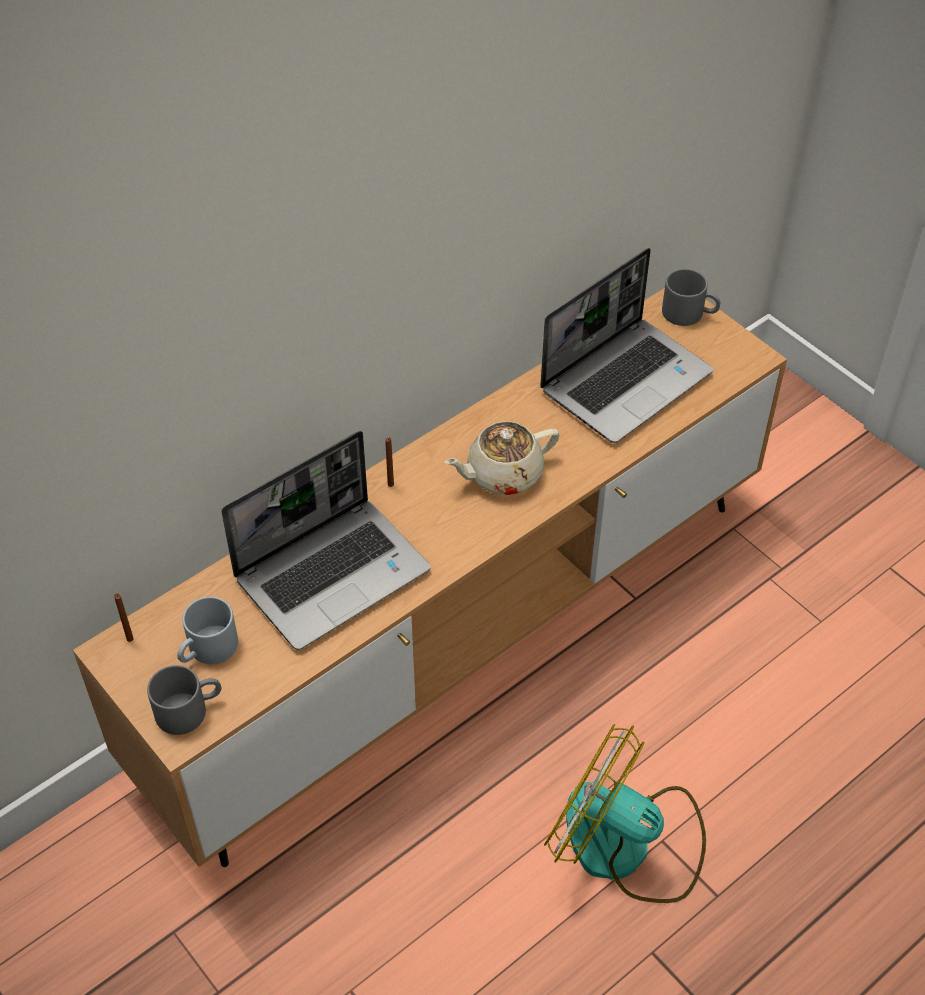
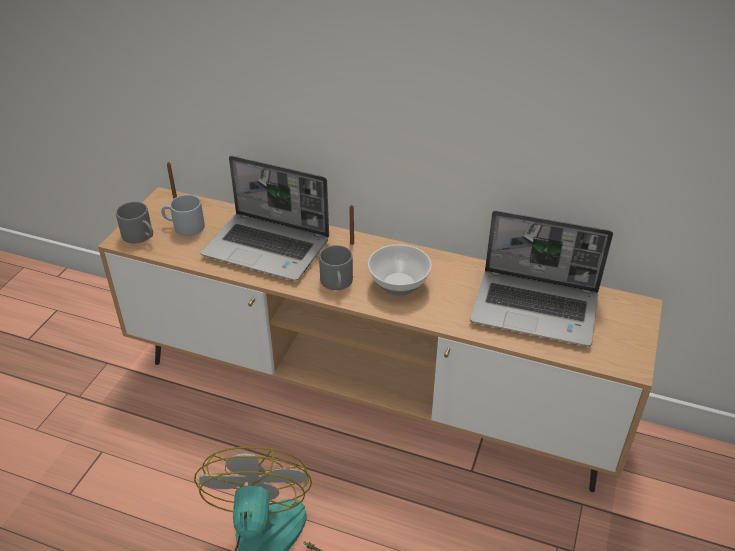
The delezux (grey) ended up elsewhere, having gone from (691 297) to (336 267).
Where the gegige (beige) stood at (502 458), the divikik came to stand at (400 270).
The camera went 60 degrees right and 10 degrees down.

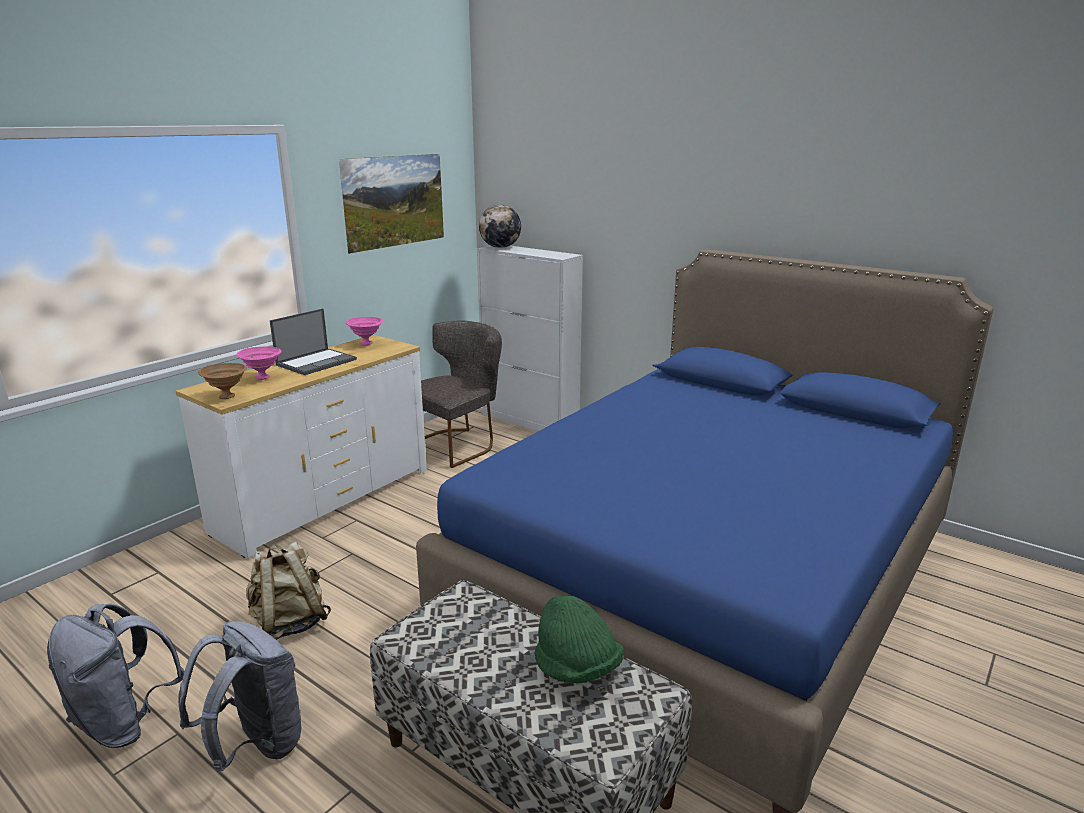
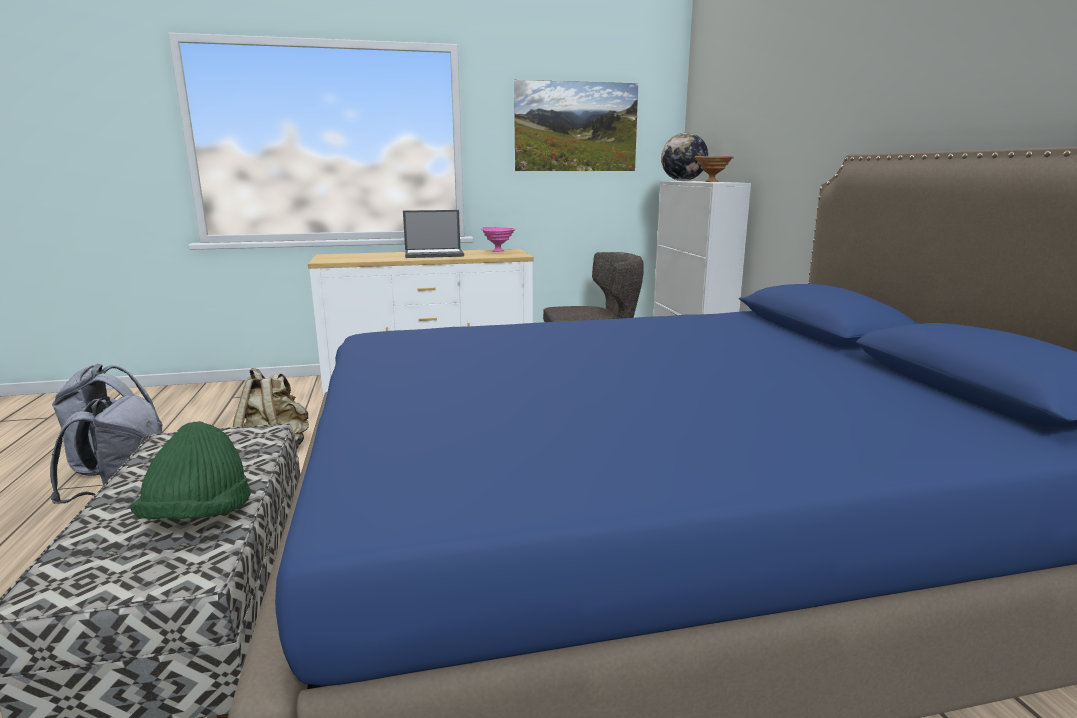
The second view lost the divikik (pink) at (259 363).
The divikik (brown) ended up elsewhere, having gone from (222 381) to (714 169).
The camera went 40 degrees right and 5 degrees down.

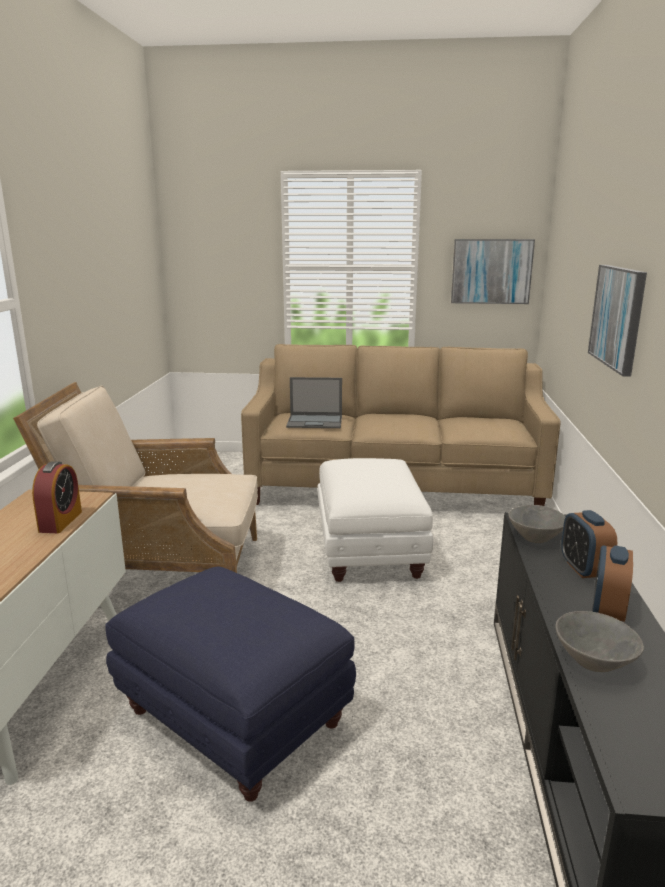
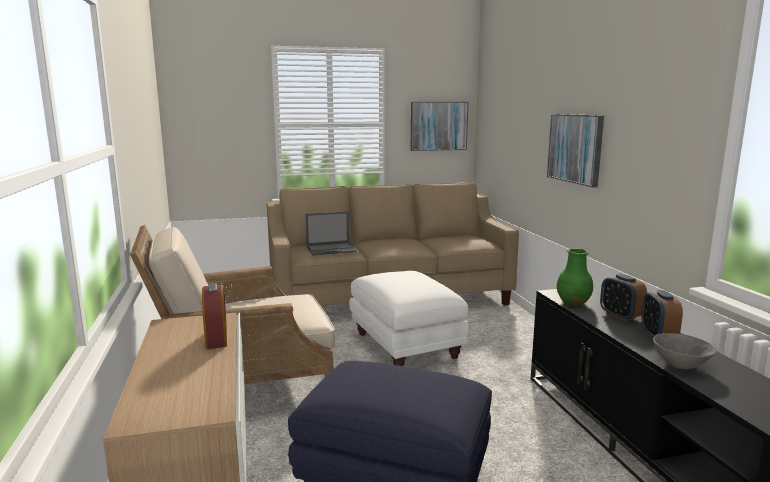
Where the divikik (grey) stood at (537 524), the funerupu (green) came to stand at (575 277).
The camera went 20 degrees left and 5 degrees down.

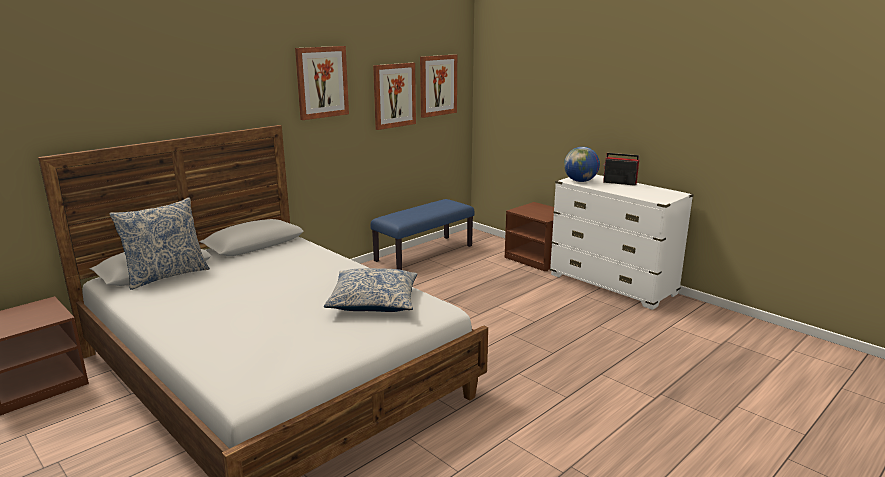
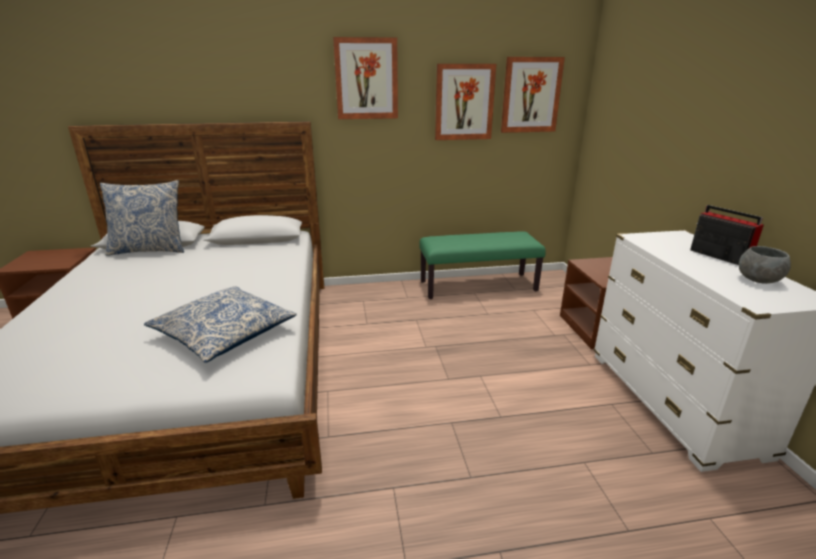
The second view lost the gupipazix at (582 164).
What was the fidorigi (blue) at (422 234) turned into the fidorigi (green) at (482 265).
The second view gained the divikik (grey) at (765 265).
The camera went 35 degrees right and 5 degrees up.

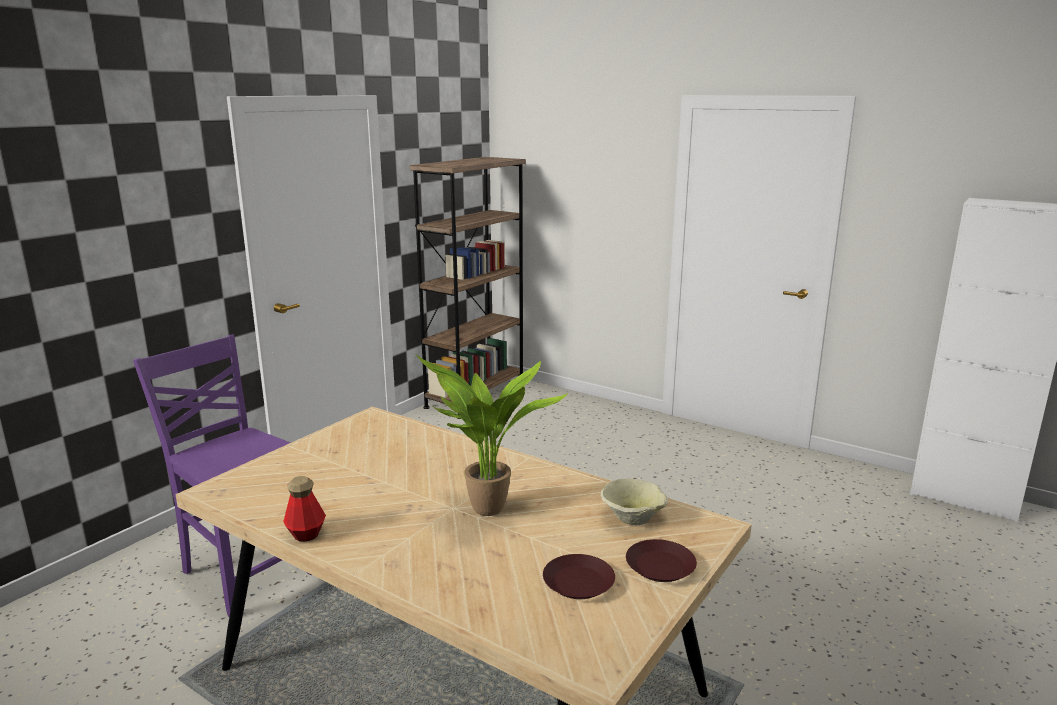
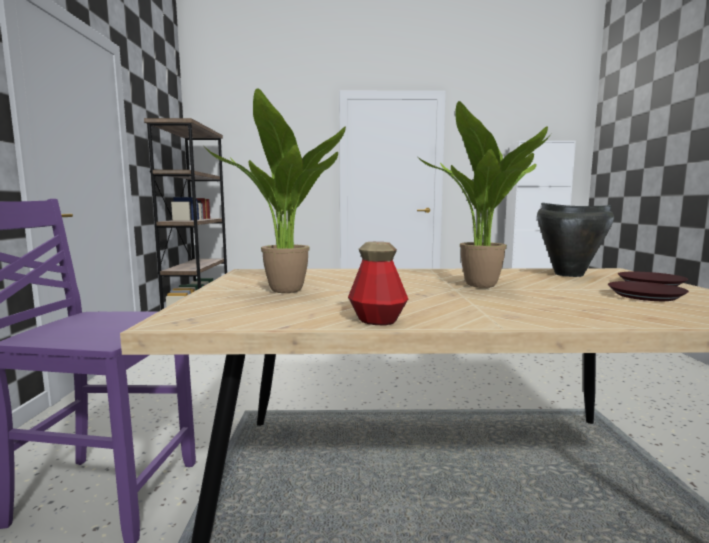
Where the divikik (beige) stood at (634 501), the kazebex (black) came to stand at (575 240).
The second view gained the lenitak at (275 190).
The camera went 35 degrees left and 10 degrees down.

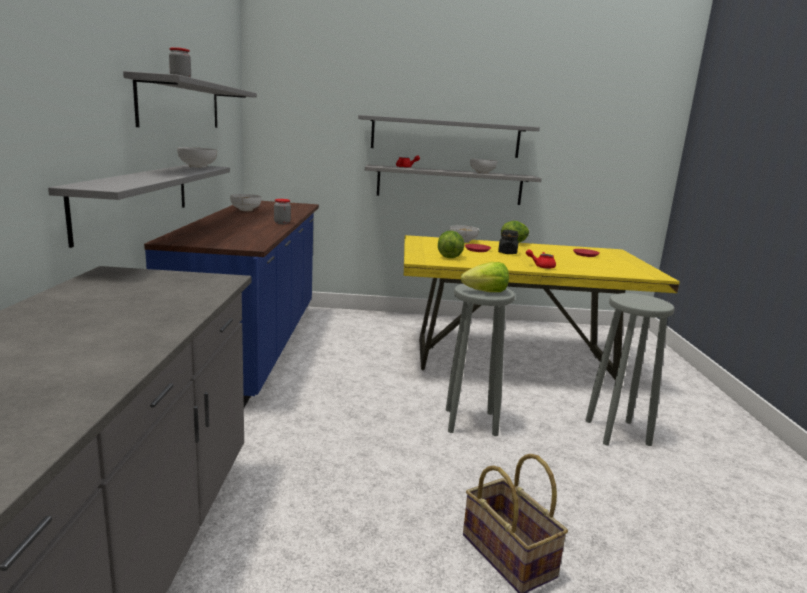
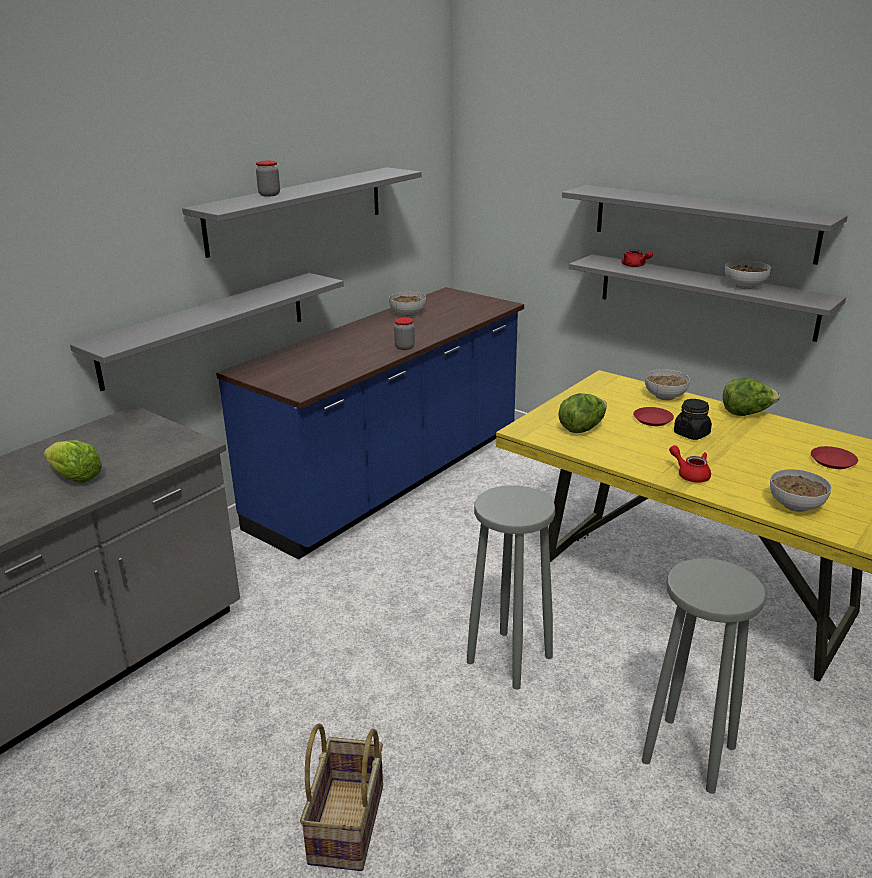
The divikik ended up elsewhere, having gone from (197 157) to (801 490).
The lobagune ended up elsewhere, having gone from (485 277) to (72 461).
The camera went 40 degrees right and 10 degrees up.

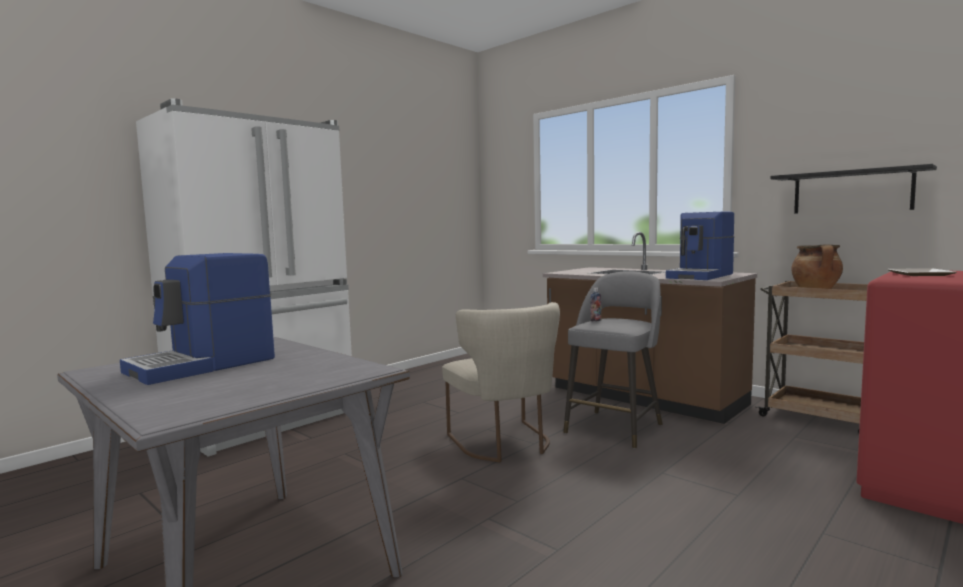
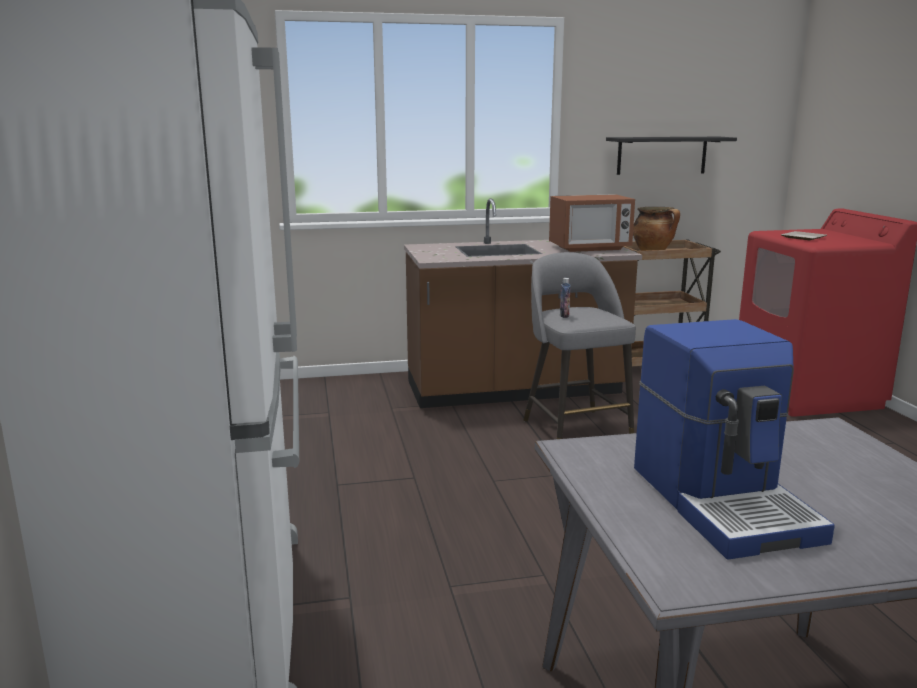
Where the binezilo stood at (700 246), the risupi came to stand at (592 223).
The second view lost the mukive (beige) at (501 382).
The camera went 55 degrees left and 10 degrees up.

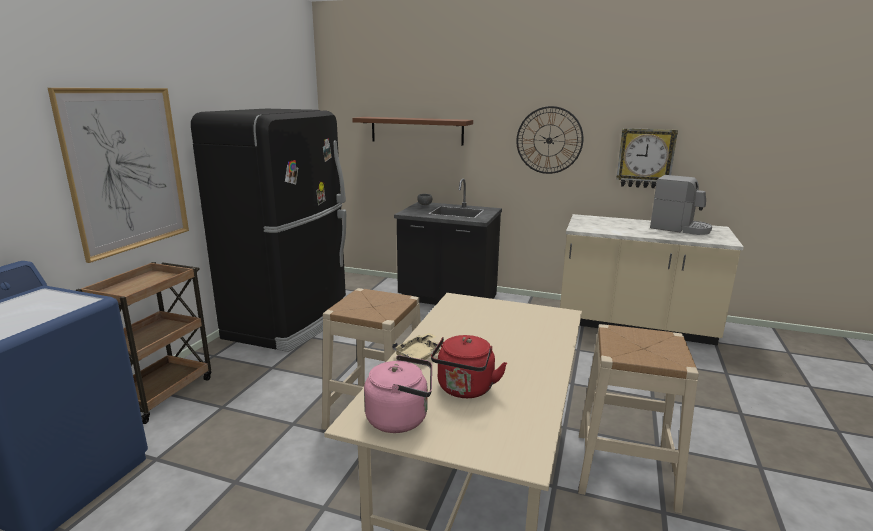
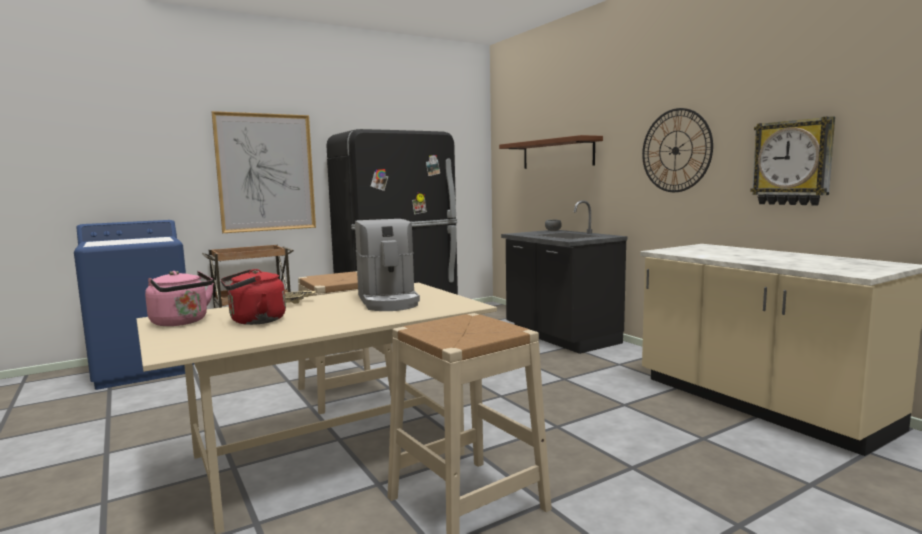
The binezilo ended up elsewhere, having gone from (681 205) to (387 265).
The camera went 40 degrees right and 10 degrees down.

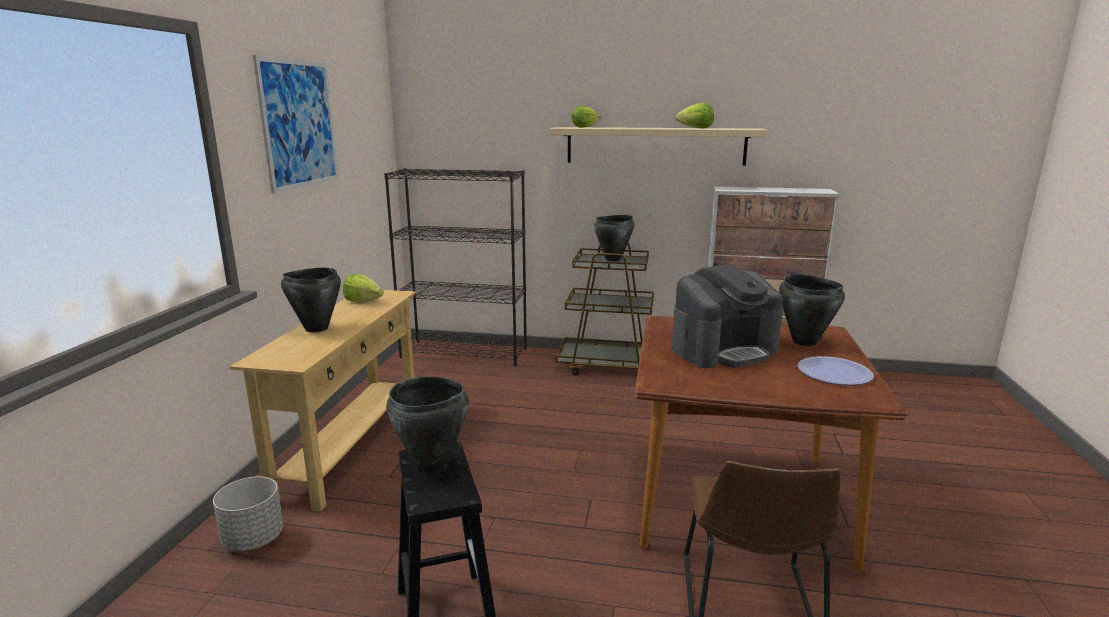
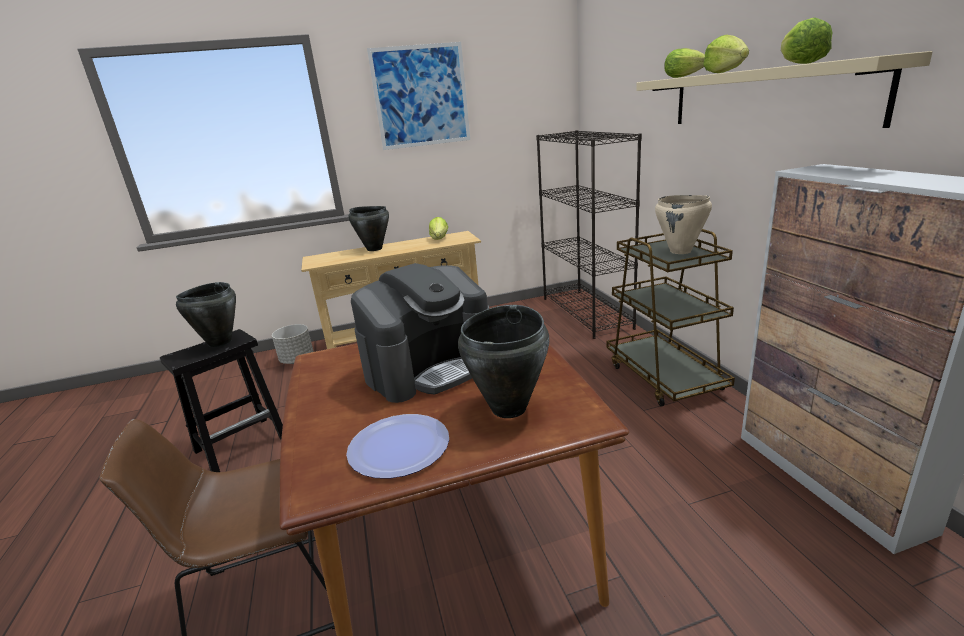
What was the kazebex (black) at (614 238) turned into the kazebex (beige) at (683 224).
The binezilo at (727 316) ended up facing another way, 75 degrees counterclockwise from before.
The second view gained the lobagune at (726 54).
The camera went 65 degrees right and 5 degrees up.

